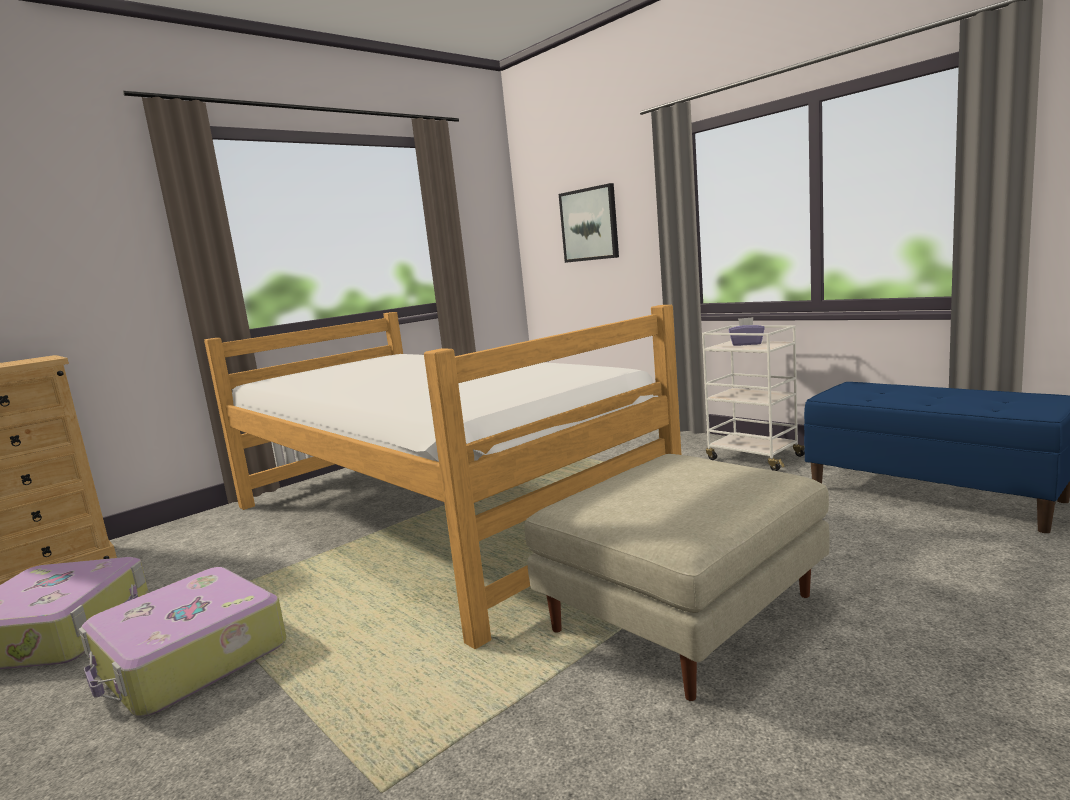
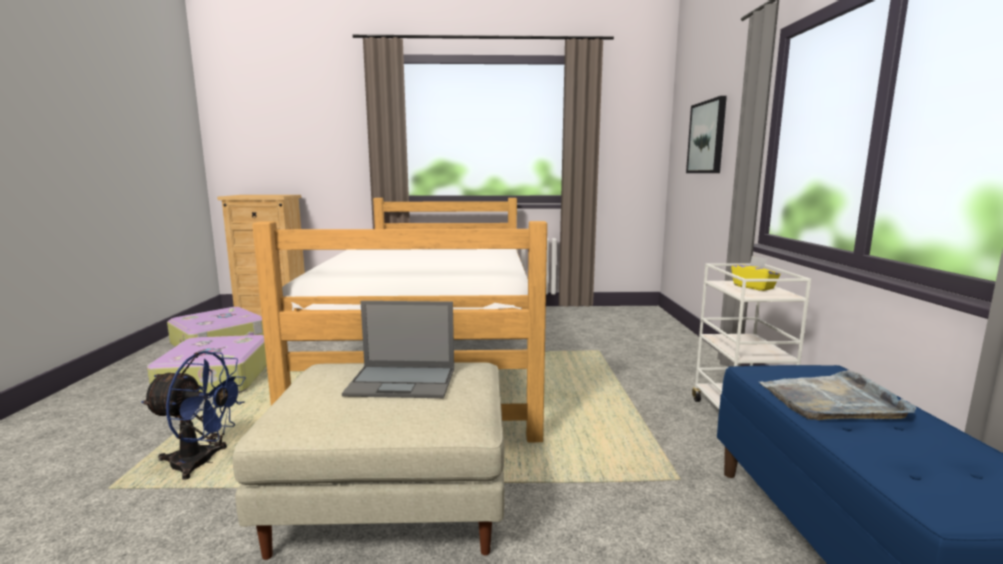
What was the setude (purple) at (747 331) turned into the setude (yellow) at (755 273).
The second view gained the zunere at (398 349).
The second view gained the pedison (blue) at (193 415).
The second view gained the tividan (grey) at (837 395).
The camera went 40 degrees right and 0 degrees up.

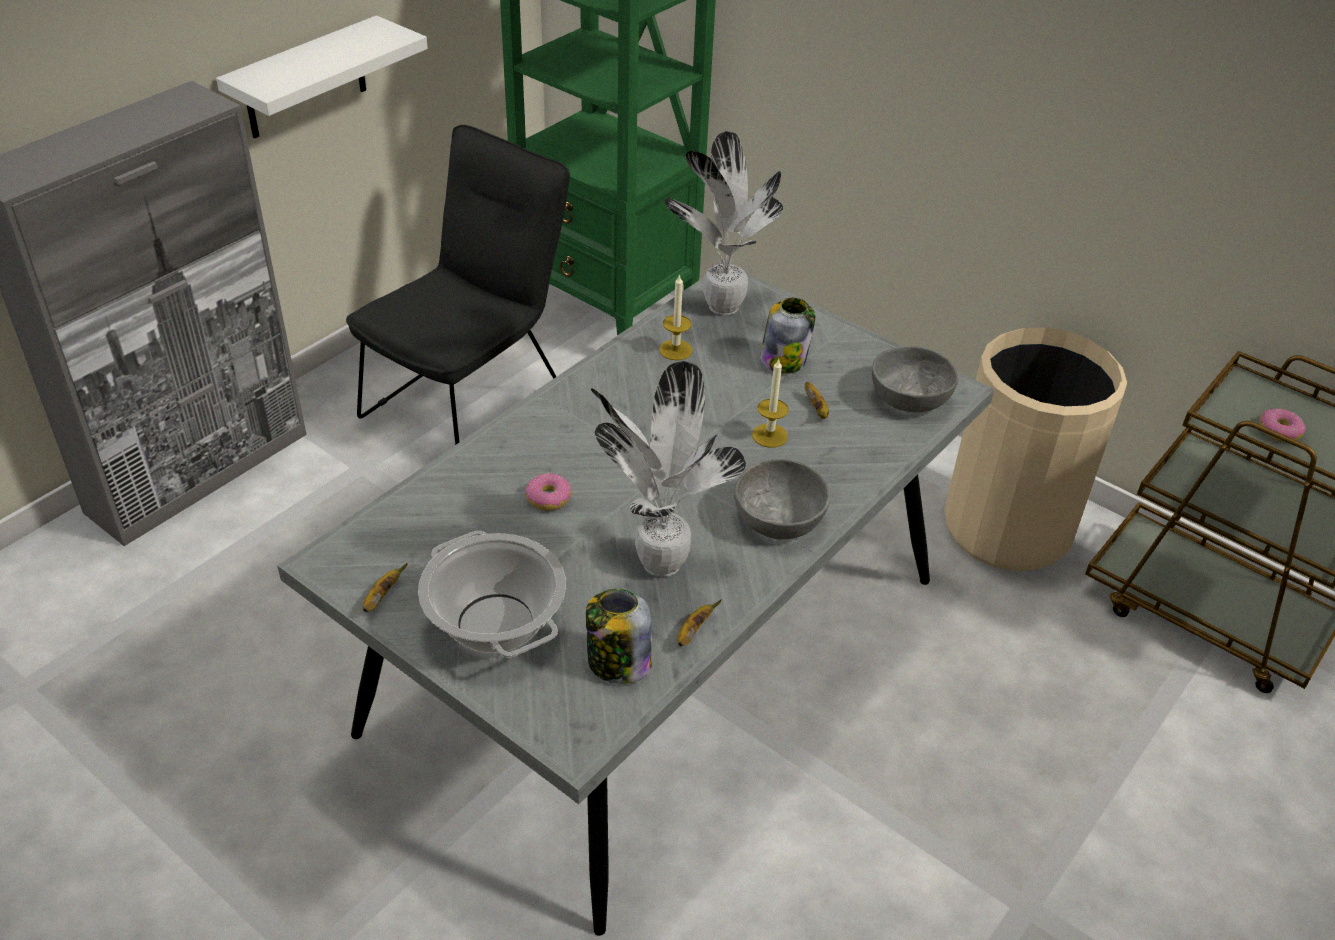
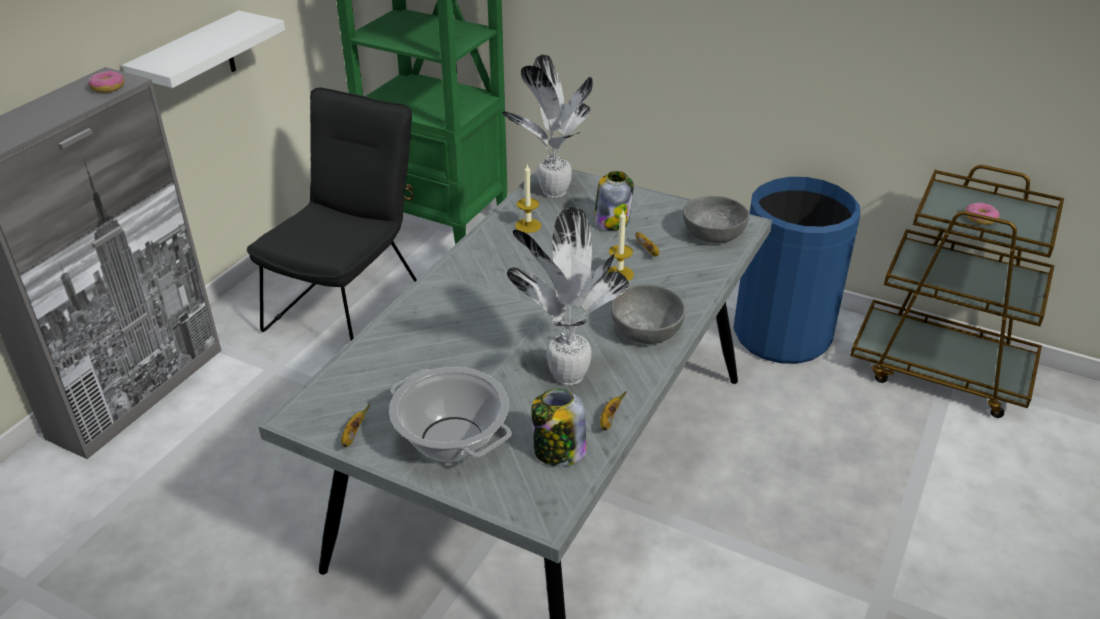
What was the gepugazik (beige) at (1035 449) turned into the gepugazik (blue) at (797 270).
The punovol ended up elsewhere, having gone from (548 492) to (106 82).
The camera went 10 degrees left and 5 degrees down.

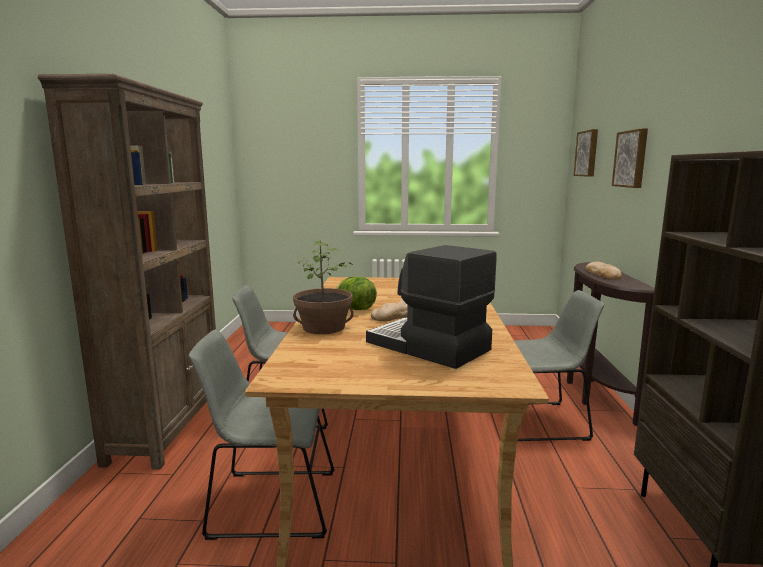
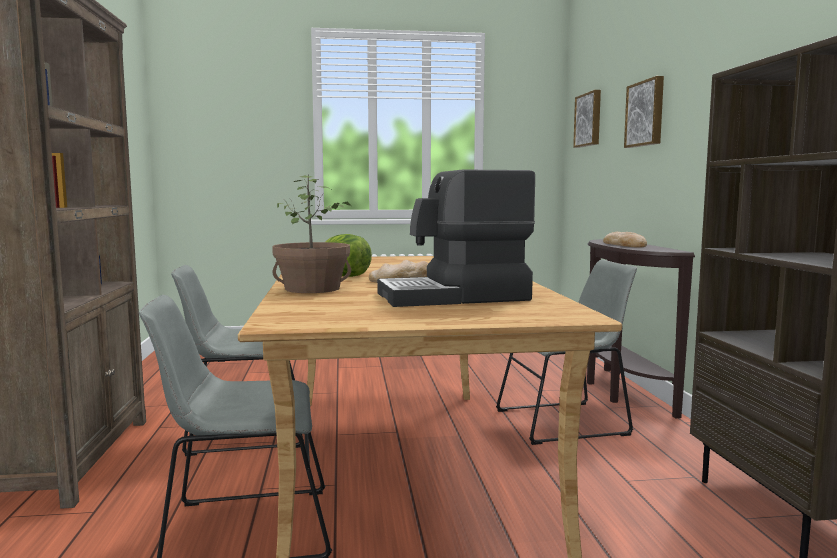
The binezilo at (431 307) ended up facing another way, 45 degrees counterclockwise from before.
The camera went 10 degrees left and 5 degrees down.

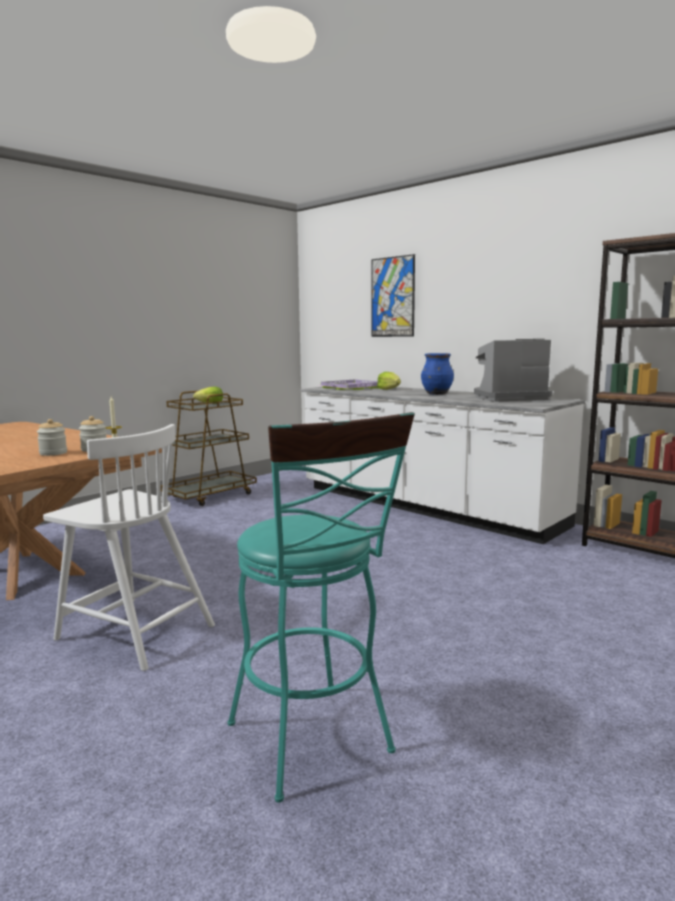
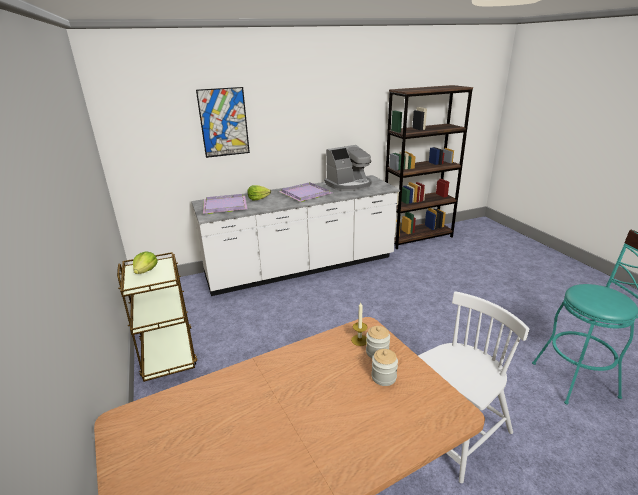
The binezilo at (513 370) ended up facing another way, 135 degrees counterclockwise from before.
Where the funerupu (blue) stood at (437 374), the tividan (purple) came to stand at (305 192).
The camera went 65 degrees left and 15 degrees up.

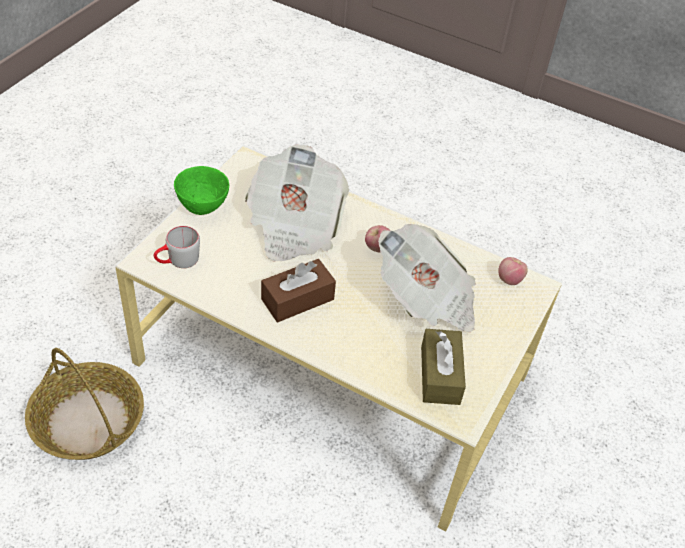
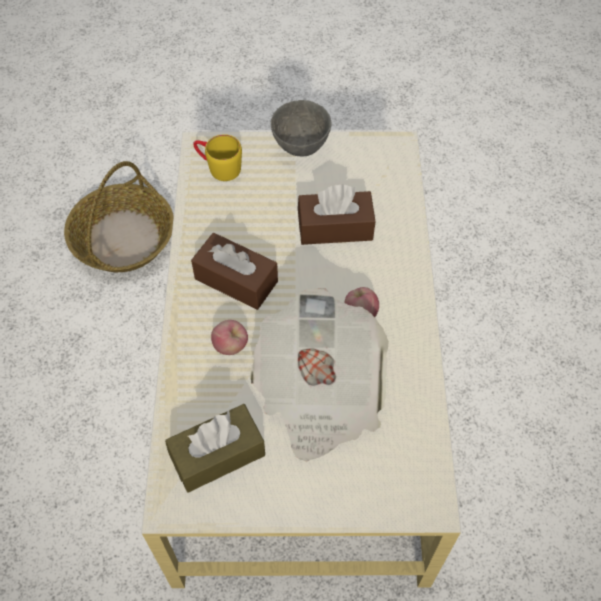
Where the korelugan stood at (297 203), the setude (brown) came to stand at (336 214).
What was the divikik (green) at (201 190) turned into the divikik (grey) at (301 128).
What was the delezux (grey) at (177 247) turned into the delezux (yellow) at (217 157).
The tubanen ended up elsewhere, having gone from (513 271) to (229 337).
The camera went 65 degrees right and 10 degrees up.

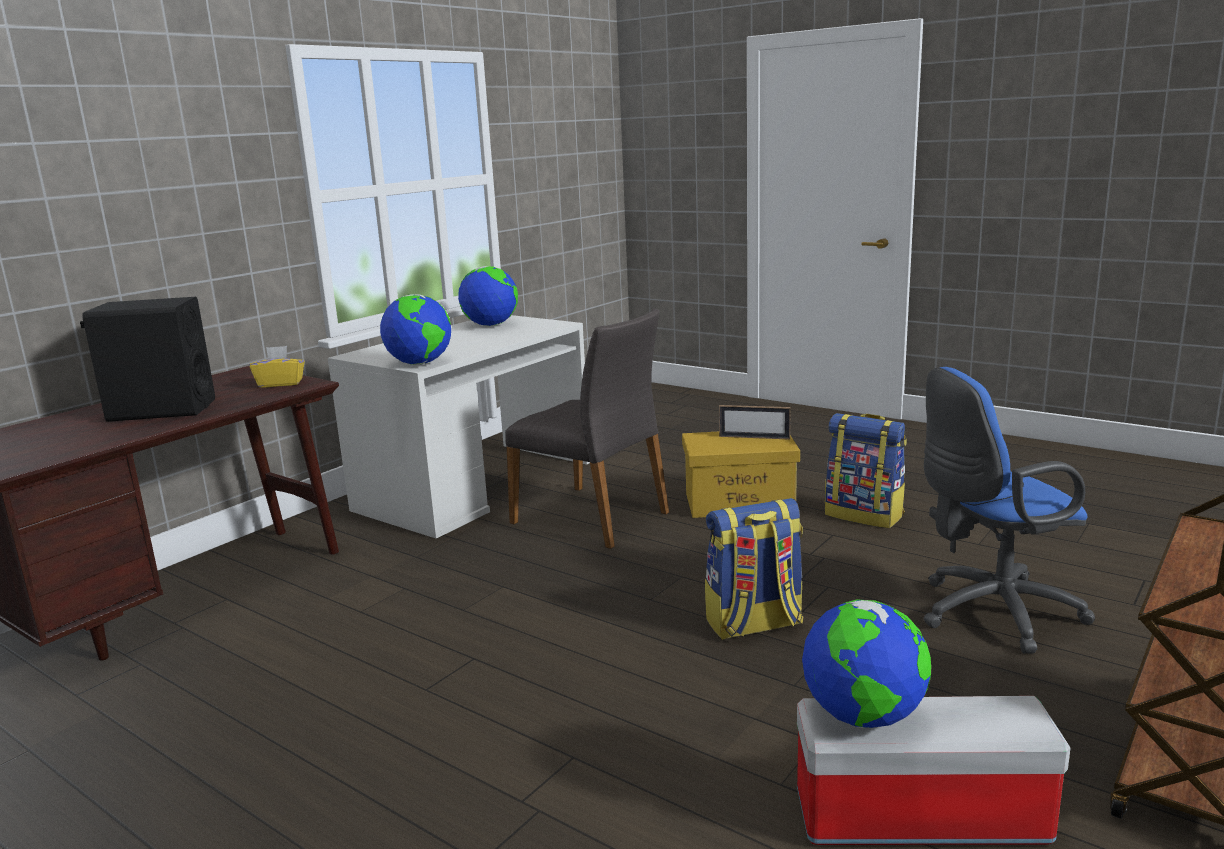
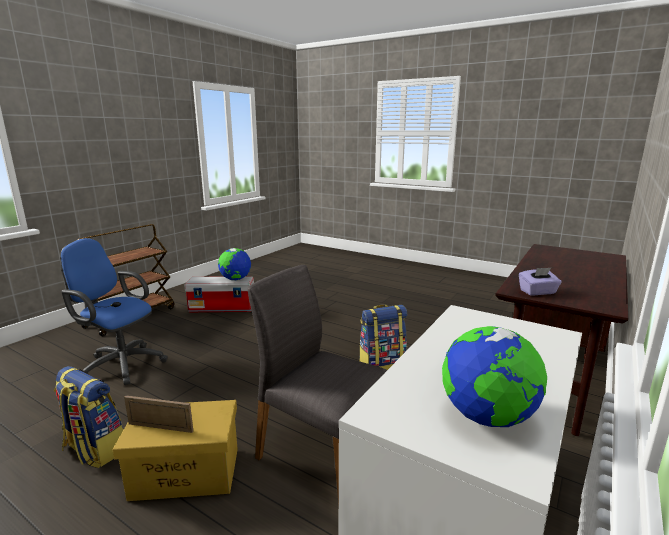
The second view lost the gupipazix at (415 329).
The second view lost the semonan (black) at (147 359).
What was the setude (yellow) at (277 366) turned into the setude (purple) at (540 282).
The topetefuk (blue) at (1009 510) ended up facing another way, 135 degrees counterclockwise from before.
The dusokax ended up elsewhere, having gone from (754 569) to (383 337).
The camera went 175 degrees right and 0 degrees up.

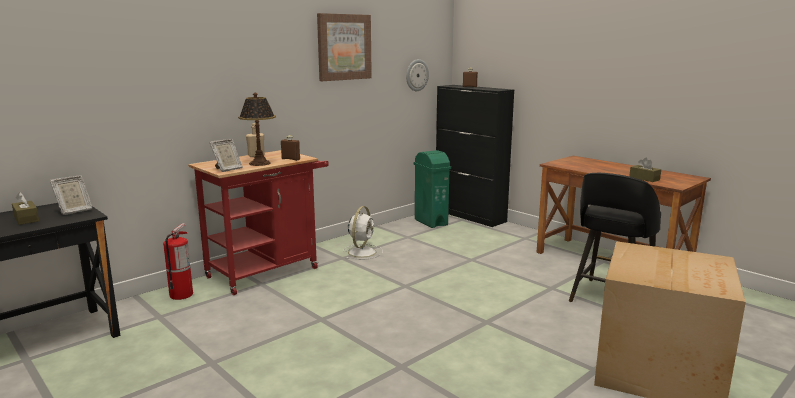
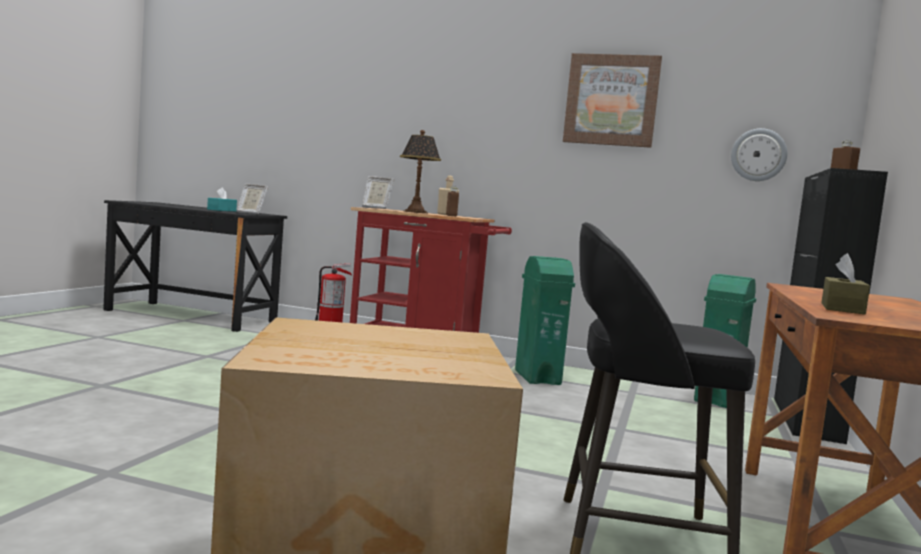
What was the setude (brown) at (25 208) turned into the setude (turquoise) at (222 199).
Where the pedison (white) stood at (363 232), the gepugazik (green) came to stand at (545 320).
The camera went 60 degrees right and 10 degrees down.

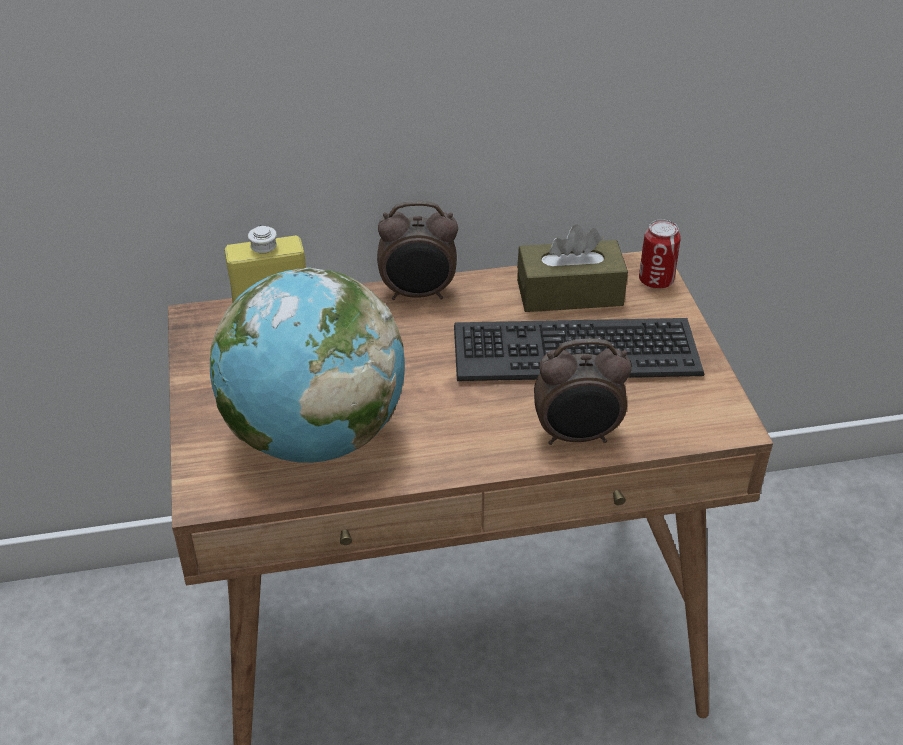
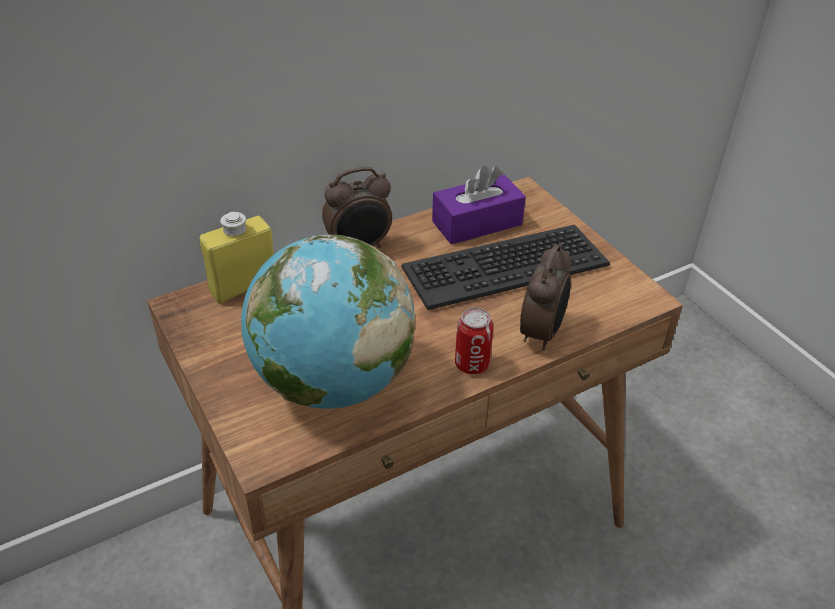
The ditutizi ended up elsewhere, having gone from (660 254) to (474 341).
What was the setude (brown) at (572 268) turned into the setude (purple) at (479 205).
The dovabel at (583 392) ended up facing another way, 45 degrees counterclockwise from before.
The camera went 20 degrees left and 0 degrees up.

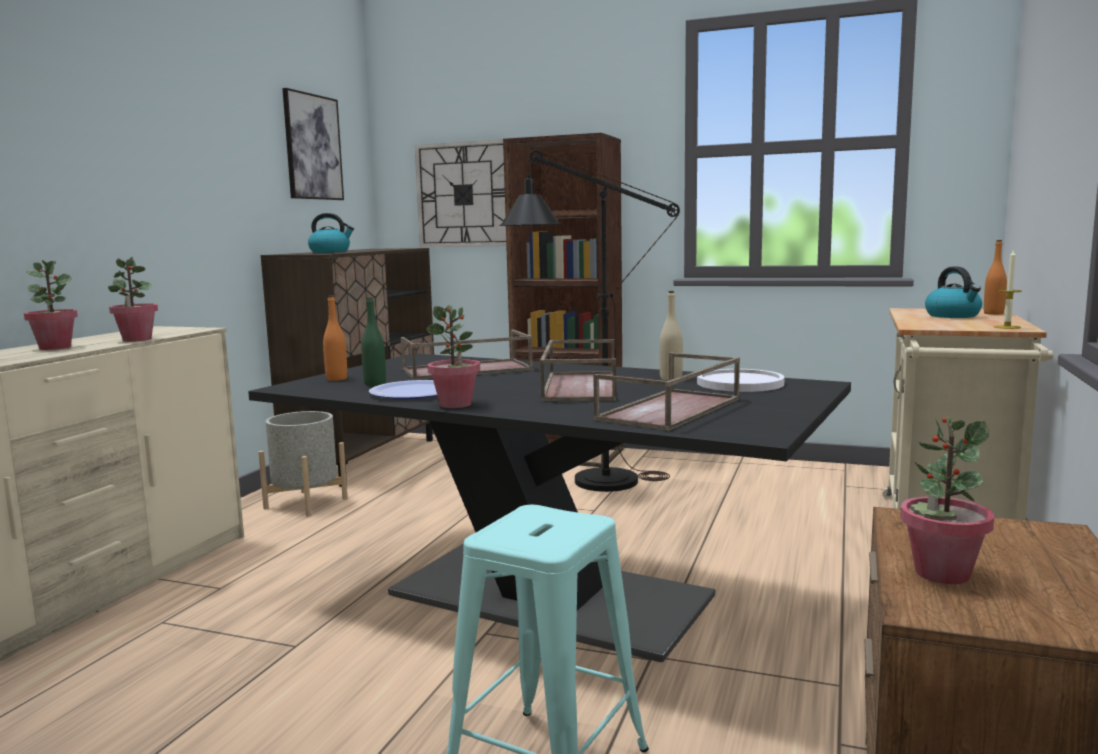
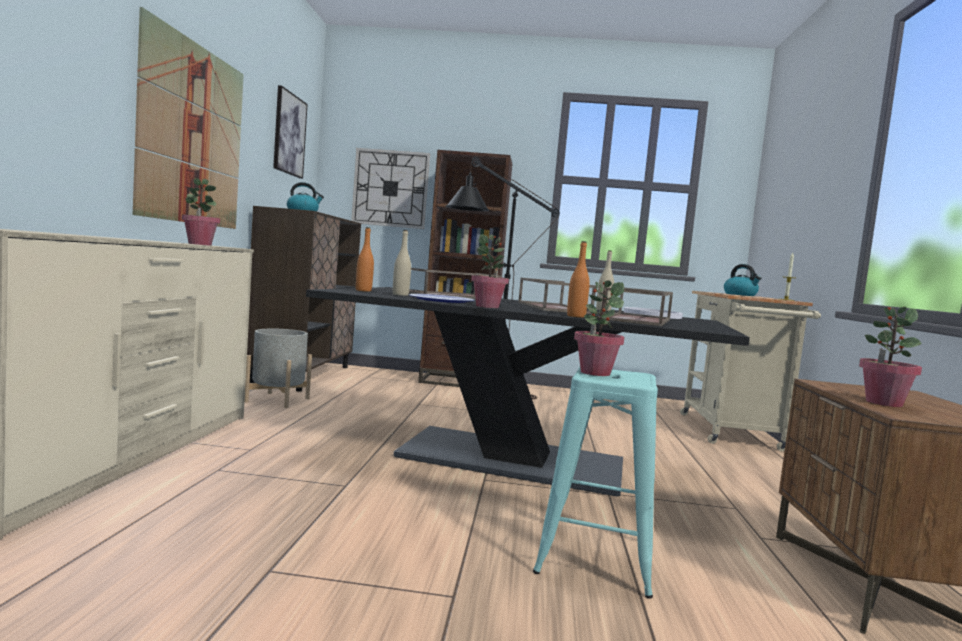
The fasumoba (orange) ended up elsewhere, having gone from (995 277) to (578 279).
The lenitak ended up elsewhere, having gone from (51 305) to (599 328).
What was the fasumoba (green) at (373 341) turned into the fasumoba (beige) at (402 263).
The second view gained the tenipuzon at (188 118).
The camera went 15 degrees left and 5 degrees down.

